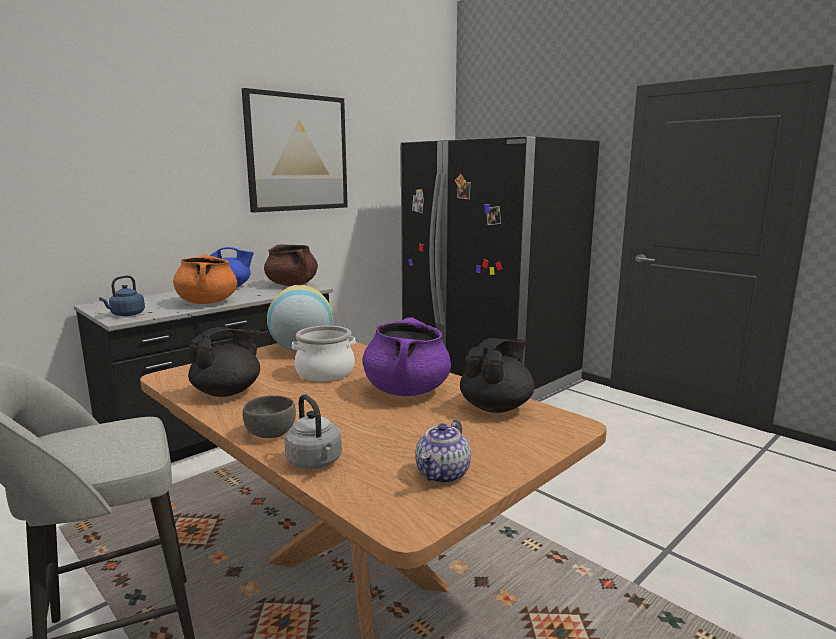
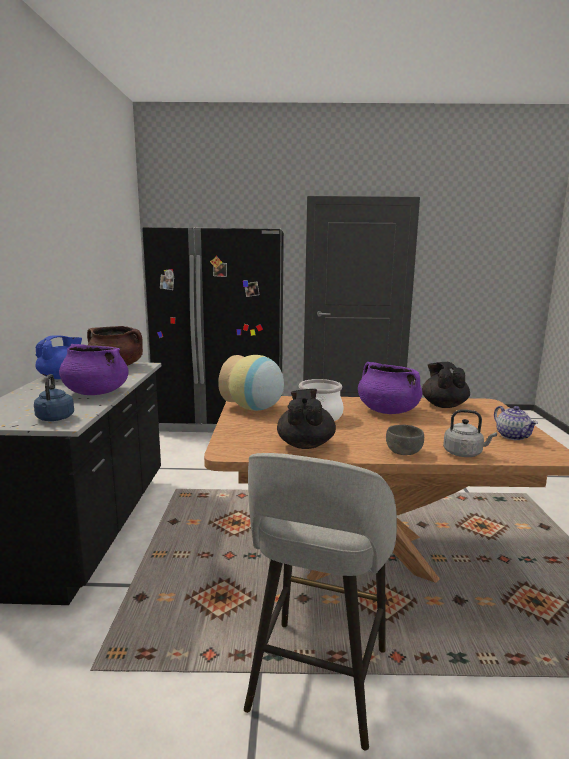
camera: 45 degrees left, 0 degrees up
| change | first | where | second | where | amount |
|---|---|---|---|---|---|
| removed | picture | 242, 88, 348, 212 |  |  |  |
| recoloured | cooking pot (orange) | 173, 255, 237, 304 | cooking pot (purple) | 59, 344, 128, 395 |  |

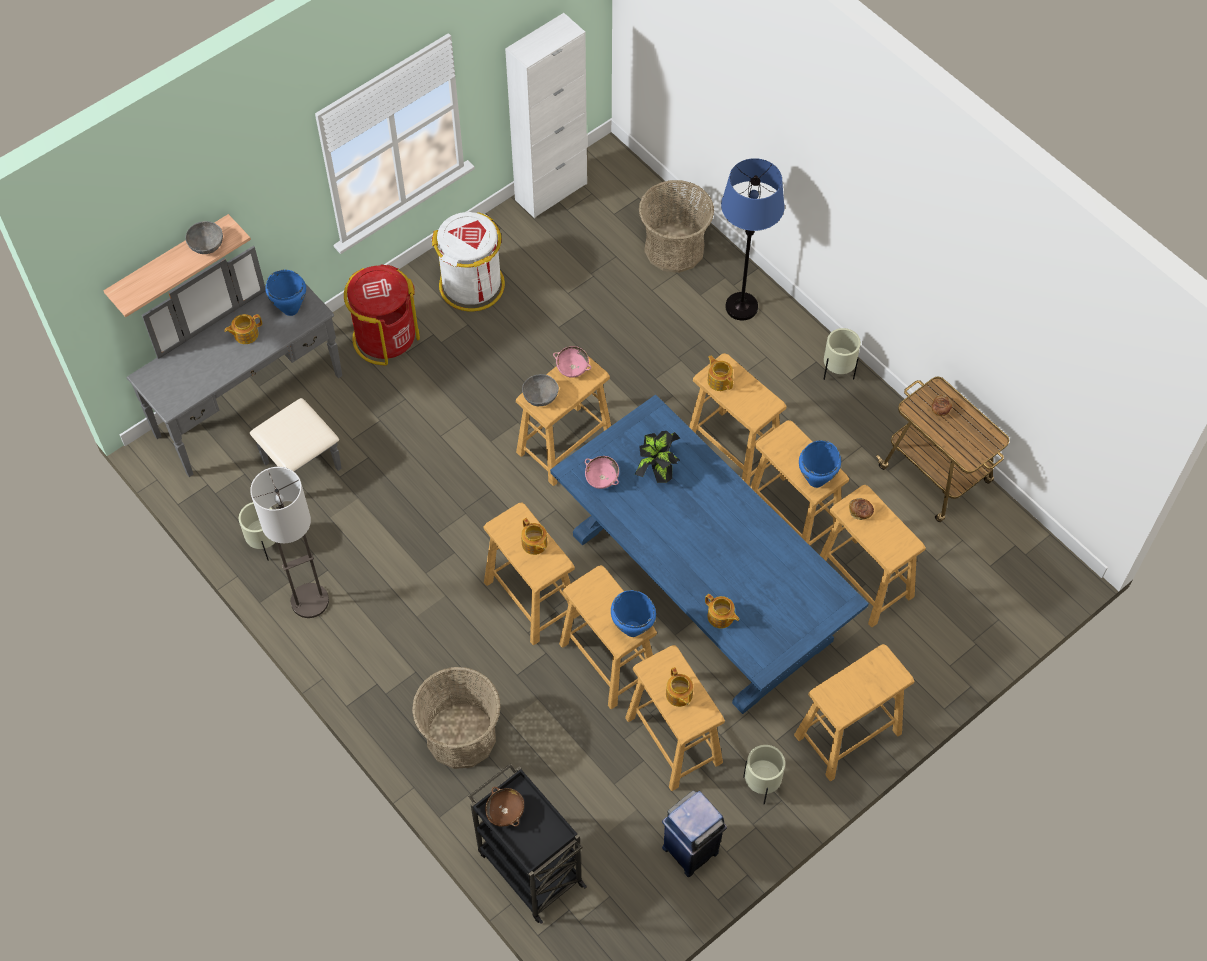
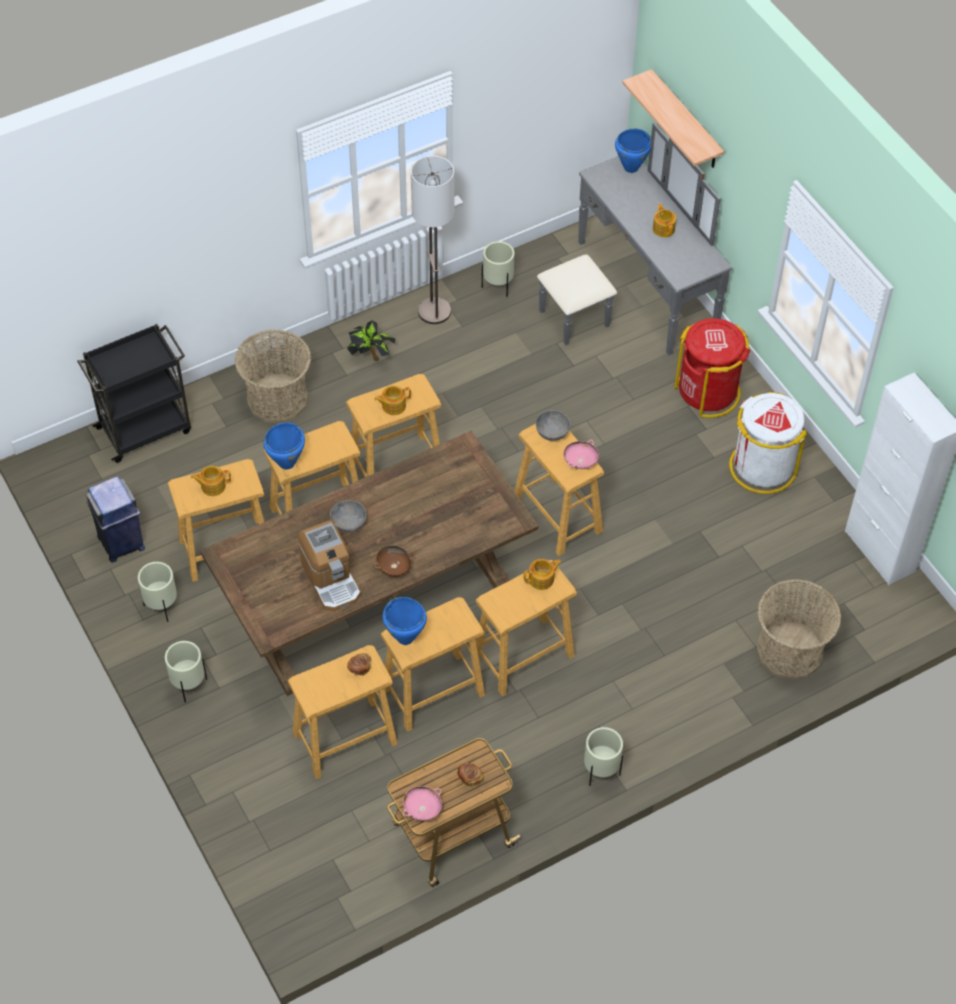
camera: 100 degrees right, 5 degrees down
| change | first | where | second | where | amount |
|---|---|---|---|---|---|
| removed | teapot | 705, 594, 739, 629 |  |  |  |
| removed | floor lamp (blue) | 721, 158, 785, 320 |  |  |  |
| added |  |  | coffee machine | 298, 520, 361, 611 |  |
| moved | bowl (grey) | 185, 221, 223, 254 |  | 330, 500, 366, 532 |  |
| moved | cooking pot (blue) | 265, 270, 306, 316 |  | 615, 129, 651, 173 |  |
| moved | bowl (brown) | 485, 787, 524, 827 |  | 373, 545, 414, 577 |  |
| moved | bowl (pink) | 585, 456, 619, 489 |  | 403, 786, 442, 821 |  |
| moved | potted plant | 635, 431, 680, 483 |  | 347, 321, 396, 361 |  |
| replaced | stool (beige) | 794, 644, 915, 781 | planter (beige) | 165, 641, 207, 703 |  |
| recoloured | dining table (blue) | 550, 395, 869, 714 | dining table (brown) | 200, 431, 538, 696 |  |

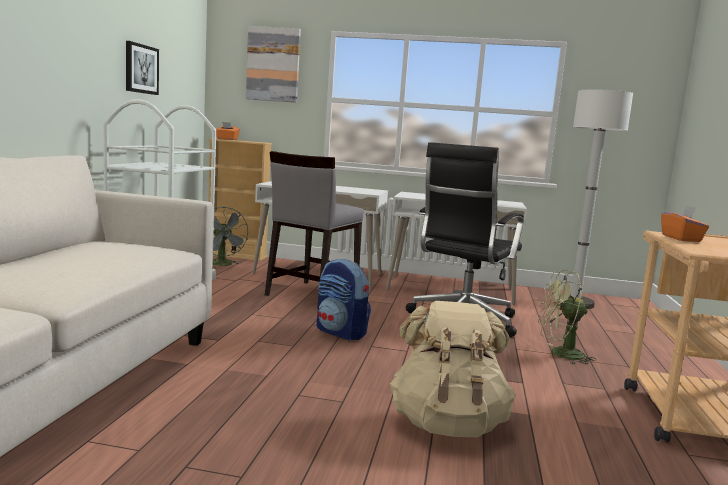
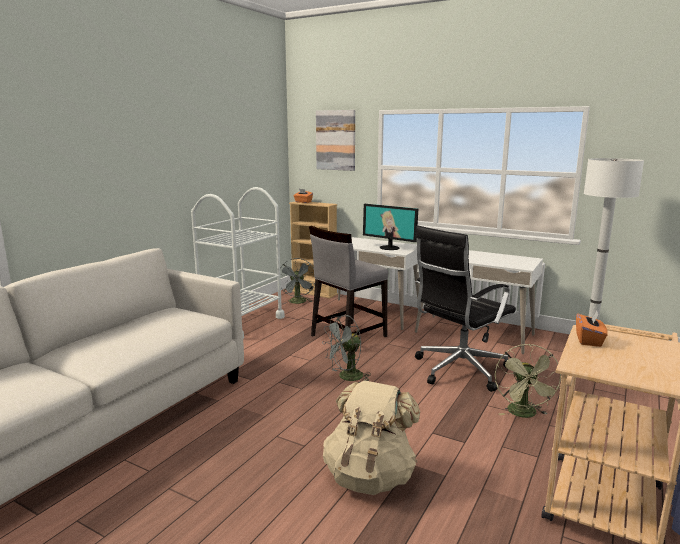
camera: 20 degrees right, 5 degrees up
| change | first | where | second | where | amount |
|---|---|---|---|---|---|
| removed | picture | 126, 41, 159, 95 |  |  |  |
| added |  |  | monitor | 363, 204, 418, 250 |  |
| replaced | backpack | 317, 259, 371, 341 | fan (grey) | 322, 315, 371, 383 |  |
| turned | fan (green) | 538, 270, 597, 365 |  | 495, 344, 561, 418 | 105 degrees counterclockwise |

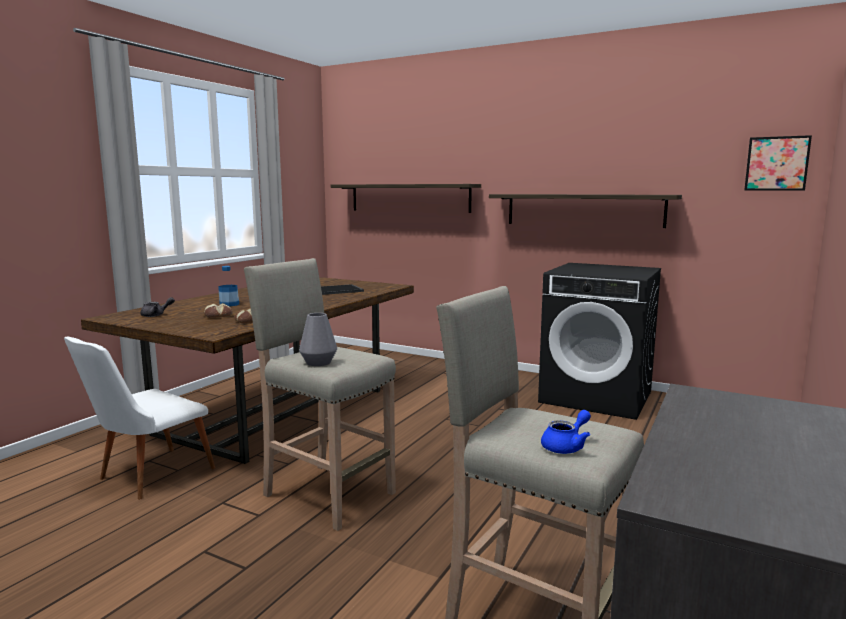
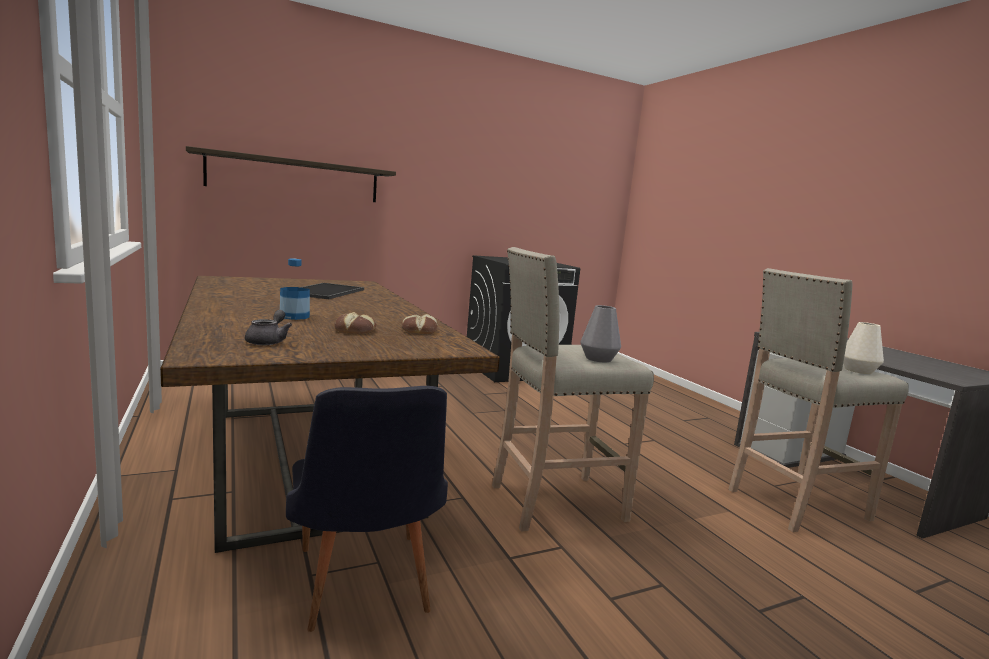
camera: 55 degrees left, 0 degrees up
| change | first | where | second | where | amount |
|---|---|---|---|---|---|
| removed | shelf | 489, 194, 682, 228 |  |  |  |
| removed | picture | 744, 135, 812, 191 |  |  |  |
| replaced | teapot (blue) | 541, 410, 591, 454 | vase (white) | 843, 322, 884, 374 |  |
| recoloured | chair (white) | 64, 337, 215, 500 | chair (black) | 286, 386, 448, 632 |  |

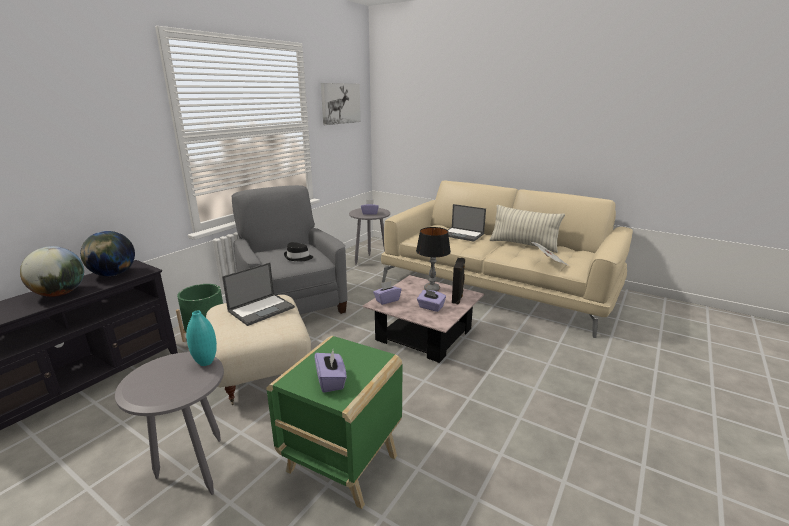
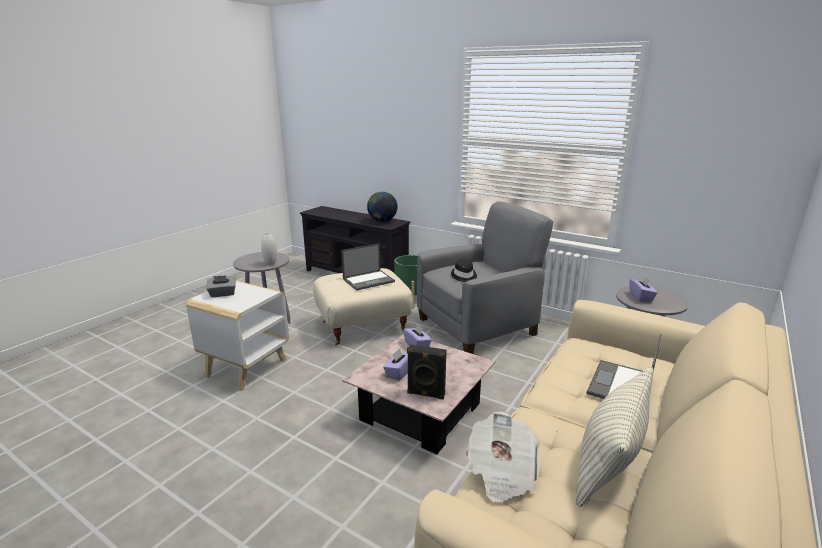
camera: 90 degrees right, 0 degrees up
| change | first | where | second | where | amount |
|---|---|---|---|---|---|
| removed | globe | 20, 246, 84, 297 |  |  |  |
| removed | picture | 321, 83, 361, 125 |  |  |  |
| removed | table lamp | 416, 227, 451, 291 |  |  |  |
| recoloured | vase (turquoise) | 186, 311, 217, 366 | vase (white) | 261, 231, 278, 265 |  |
| recoloured | side table (green) | 267, 336, 403, 509 | side table (white) | 186, 280, 289, 391 |  |
| recoloured | tissue box (purple) | 315, 350, 347, 393 | tissue box (grey) | 206, 275, 236, 297 |  |
| turned | laptop | 222, 263, 295, 326 |  | 341, 243, 395, 291 | 75 degrees counterclockwise |

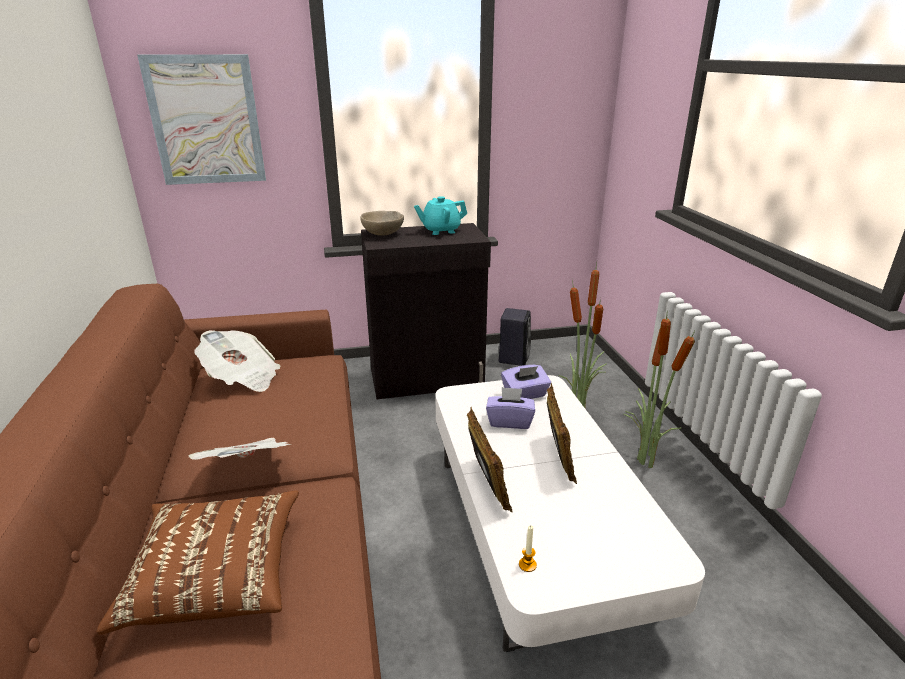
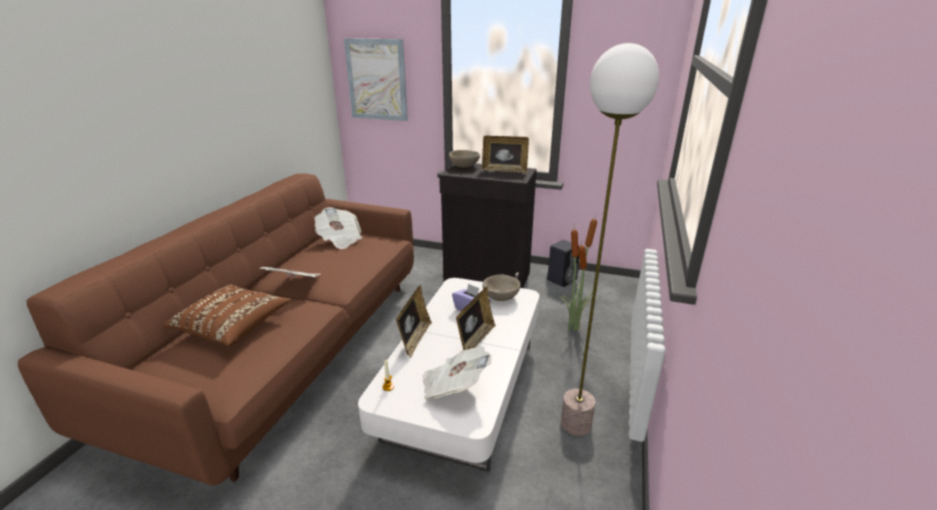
camera: 30 degrees right, 0 degrees up
| change | first | where | second | where | amount |
|---|---|---|---|---|---|
| removed | potted plant | 624, 309, 696, 468 |  |  |  |
| added |  |  | newspaper | 423, 346, 491, 399 |  |
| added |  |  | floor lamp | 561, 43, 659, 436 |  |
| replaced | teapot (turquoise) | 414, 196, 467, 235 | picture frame | 482, 136, 529, 173 |  |
| replaced | tissue box (purple) | 501, 365, 551, 399 | bowl (beige) | 482, 275, 520, 301 |  |

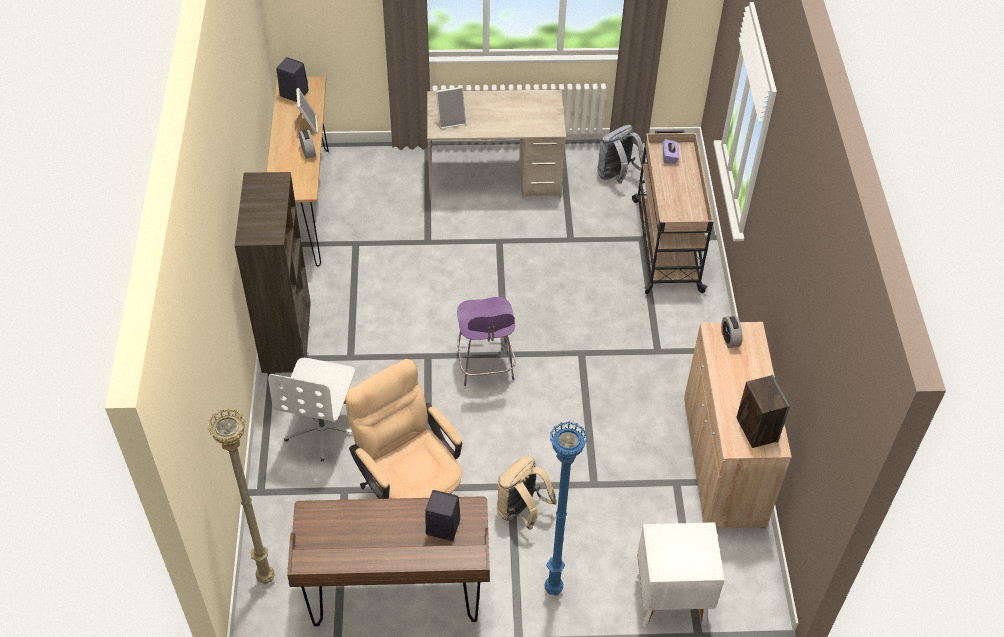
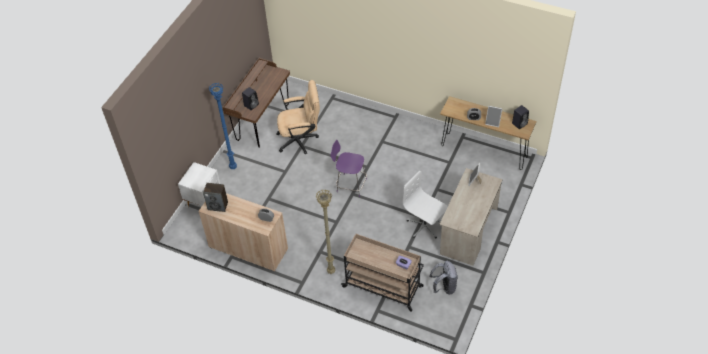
camera: 120 degrees right, 0 degrees up
| change | first | where | second | where | amount |
|---|---|---|---|---|---|
| removed | bookcase (brown) | 235, 172, 311, 377 |  |  |  |
| removed | backpack (beige) | 497, 456, 557, 530 |  |  |  |
| moved | floor lamp (beige) | 207, 408, 275, 584 |  | 316, 190, 335, 274 |  |
| moved | office chair (white) | 268, 358, 355, 461 |  | 403, 171, 448, 239 |  |

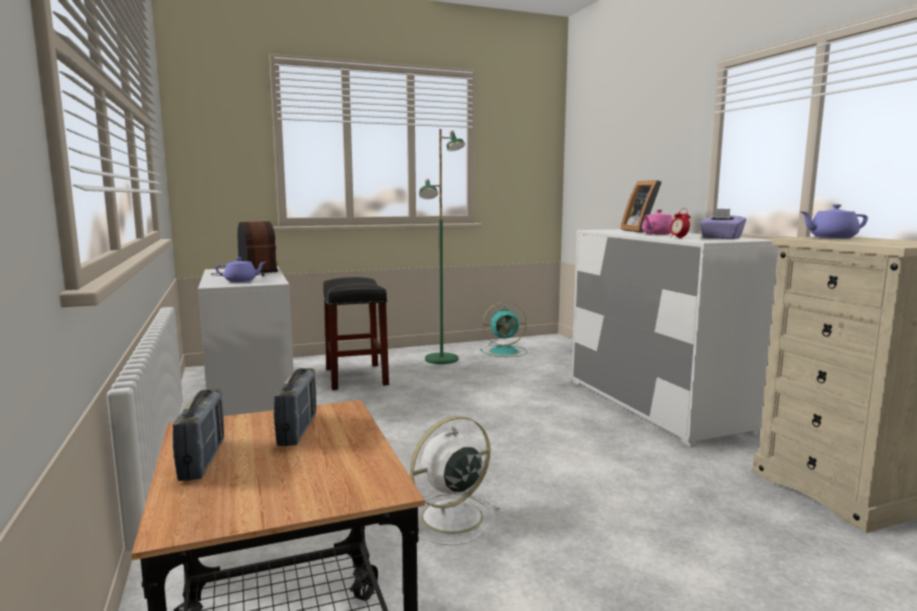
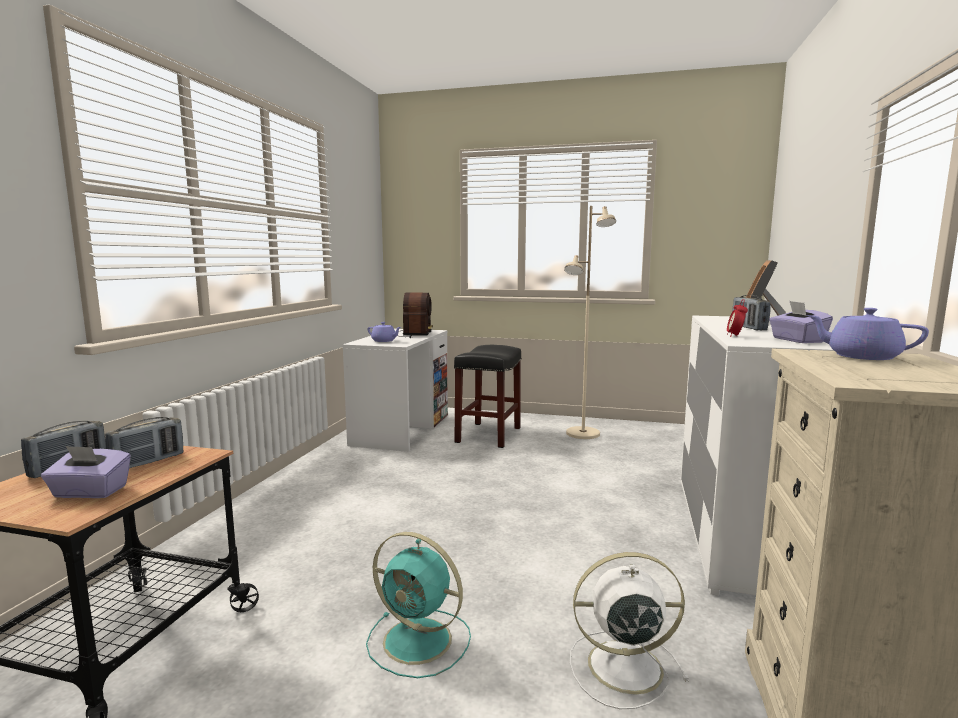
camera: 35 degrees right, 0 degrees up
| change | first | where | second | where | amount |
|---|---|---|---|---|---|
| added |  |  | tissue box (purple) | 41, 446, 131, 498 |  |
| moved | fan (white) | 410, 416, 501, 545 |  | 570, 552, 689, 709 |  |
| moved | fan (turquoise) | 480, 302, 527, 357 |  | 366, 532, 471, 678 |  |
| replaced | teapot (pink) | 642, 209, 673, 235 | radio | 732, 295, 770, 330 |  |
| recoloured | floor lamp (green) | 419, 129, 465, 364 | floor lamp (beige) | 564, 206, 616, 439 |  |

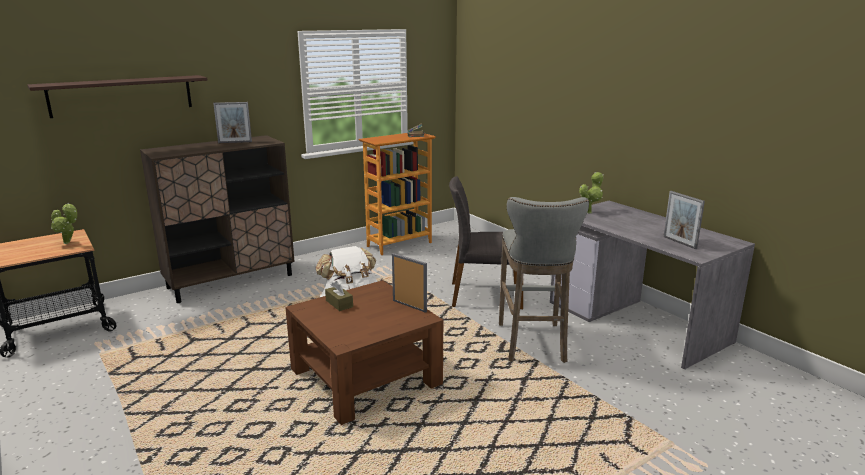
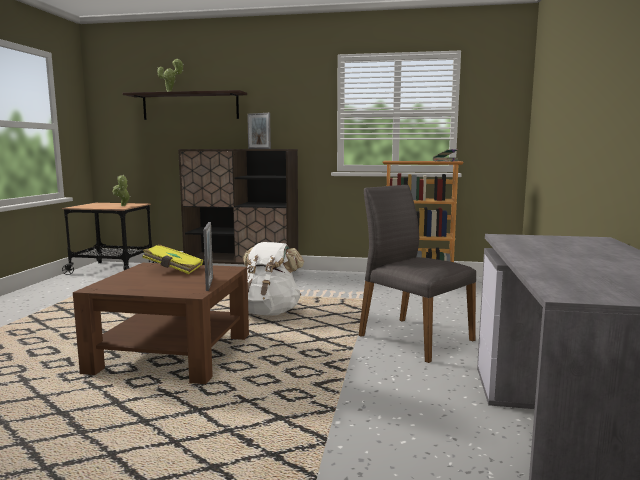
camera: 45 degrees right, 10 degrees down
| change | first | where | second | where | amount |
|---|---|---|---|---|---|
| removed | stool (grey) | 499, 197, 589, 363 |  |  |  |
| removed | picture frame | 663, 191, 705, 249 |  |  |  |
| moved | potted plant | 579, 172, 604, 213 |  | 157, 59, 184, 92 |  |
| replaced | tissue box (brown) | 325, 281, 353, 311 | book (yellow) | 142, 244, 203, 274 |  |

